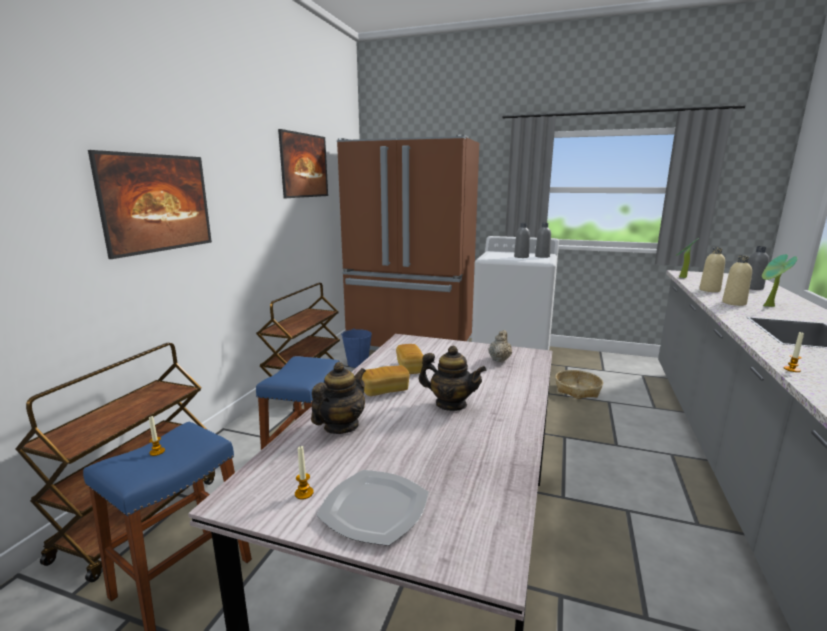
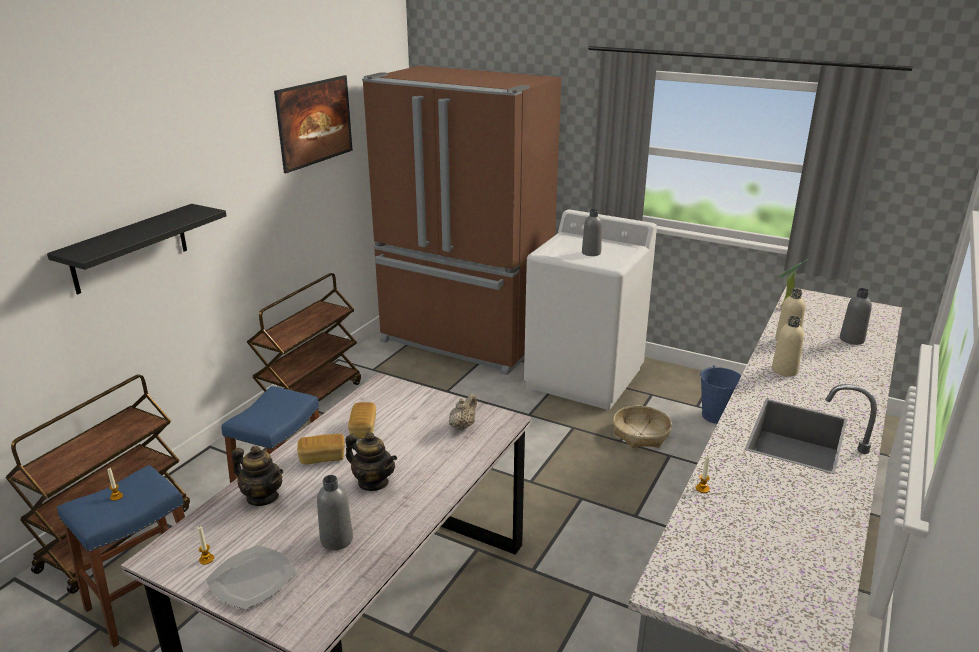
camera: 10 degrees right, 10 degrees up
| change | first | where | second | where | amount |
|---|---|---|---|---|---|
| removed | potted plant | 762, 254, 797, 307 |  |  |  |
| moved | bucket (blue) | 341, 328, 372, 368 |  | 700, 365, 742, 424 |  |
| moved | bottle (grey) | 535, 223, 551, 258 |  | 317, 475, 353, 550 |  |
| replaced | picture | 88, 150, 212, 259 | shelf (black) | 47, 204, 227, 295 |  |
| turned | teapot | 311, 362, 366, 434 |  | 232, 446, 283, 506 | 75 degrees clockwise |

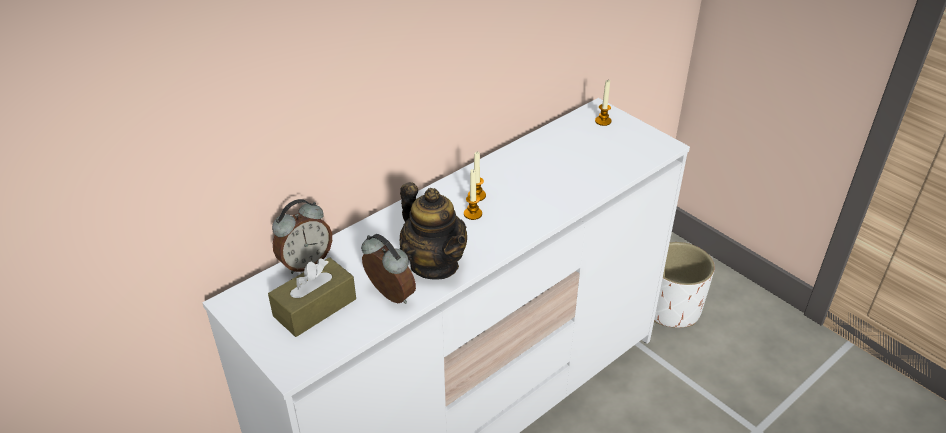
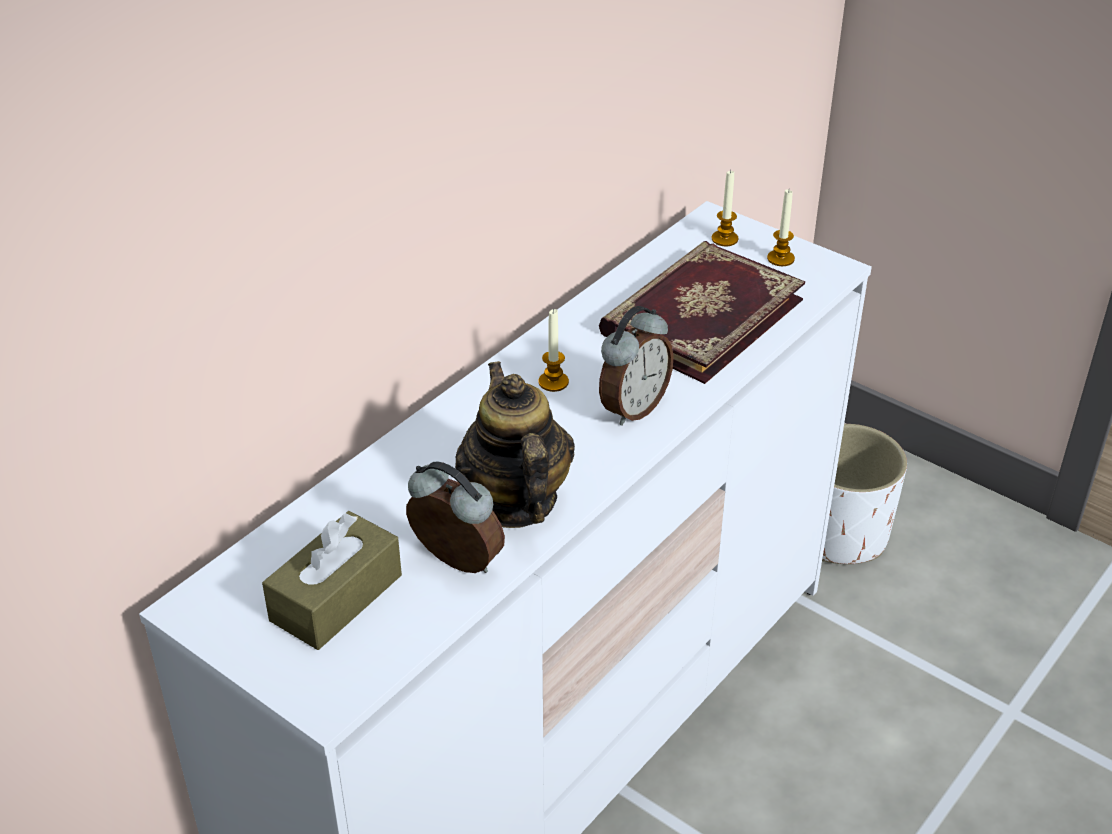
camera: 10 degrees left, 0 degrees up
| change | first | where | second | where | amount |
|---|---|---|---|---|---|
| added |  |  | book | 599, 241, 805, 384 |  |
| moved | alarm clock | 272, 199, 332, 274 |  | 599, 306, 674, 426 |  |
| moved | candle | 464, 169, 482, 220 |  | 767, 189, 795, 266 |  |
| turned | teapot | 400, 182, 467, 280 |  | 455, 361, 575, 528 | 150 degrees counterclockwise |

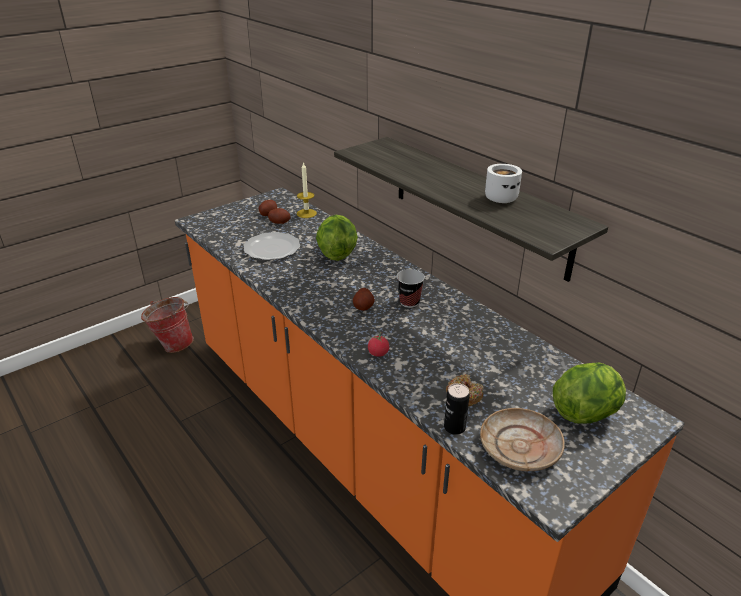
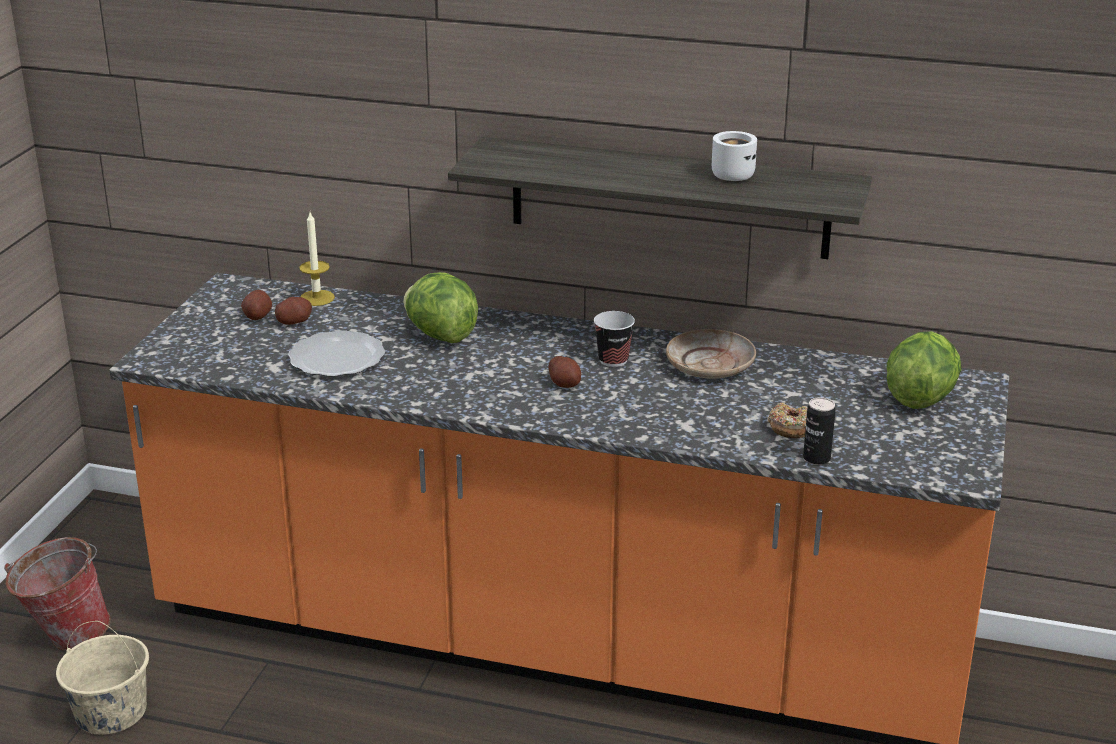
camera: 35 degrees left, 5 degrees down
| change | first | where | second | where | amount |
|---|---|---|---|---|---|
| removed | tomato | 368, 332, 389, 357 |  |  |  |
| added |  |  | bucket (beige) | 56, 621, 149, 735 |  |
| moved | plate (beige) | 480, 408, 565, 472 |  | 666, 329, 756, 378 |  |

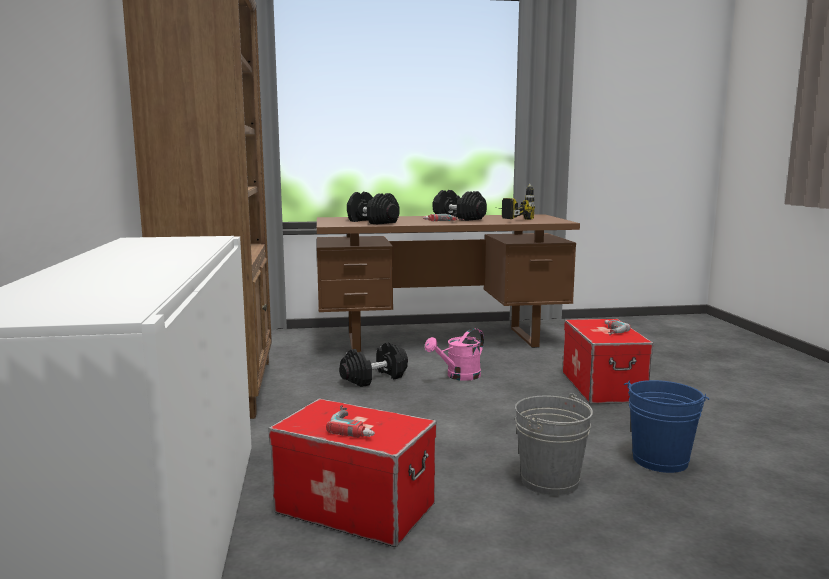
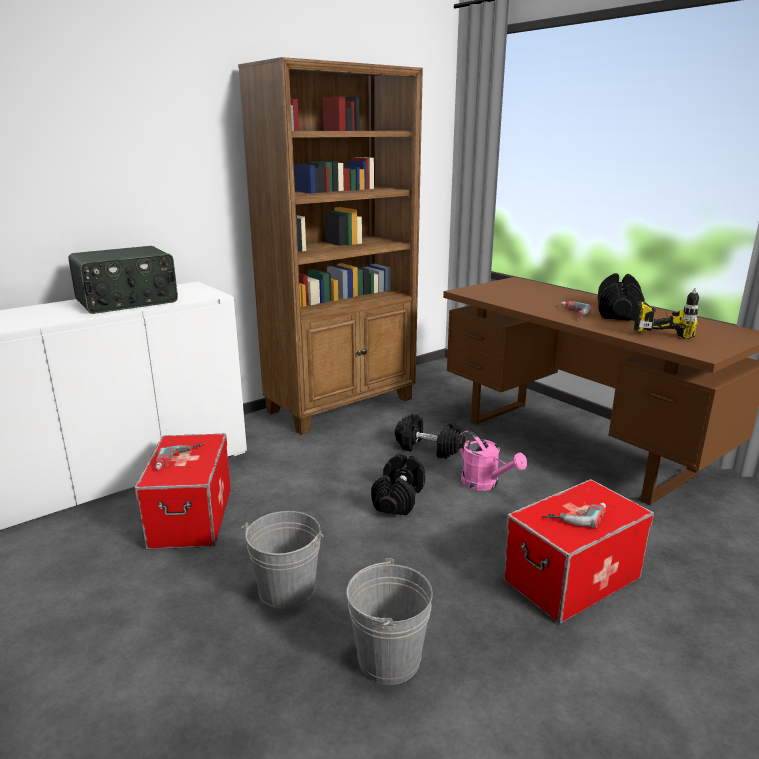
camera: 60 degrees right, 10 degrees up
| change | first | where | second | where | amount |
|---|---|---|---|---|---|
| added |  |  | radio | 68, 246, 178, 314 |  |
| moved | dumbbell (black) | 347, 192, 400, 224 |  | 371, 454, 425, 516 |  |
| recoloured | bucket (blue) | 624, 380, 709, 473 | bucket (grey) | 346, 558, 433, 685 |  |
| turned | watering can (pink) | 425, 328, 484, 381 |  | 458, 430, 527, 491 | 150 degrees counterclockwise |

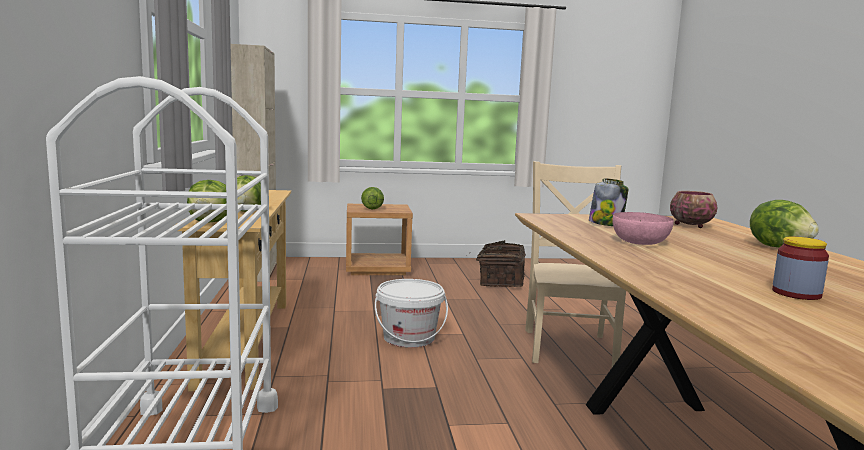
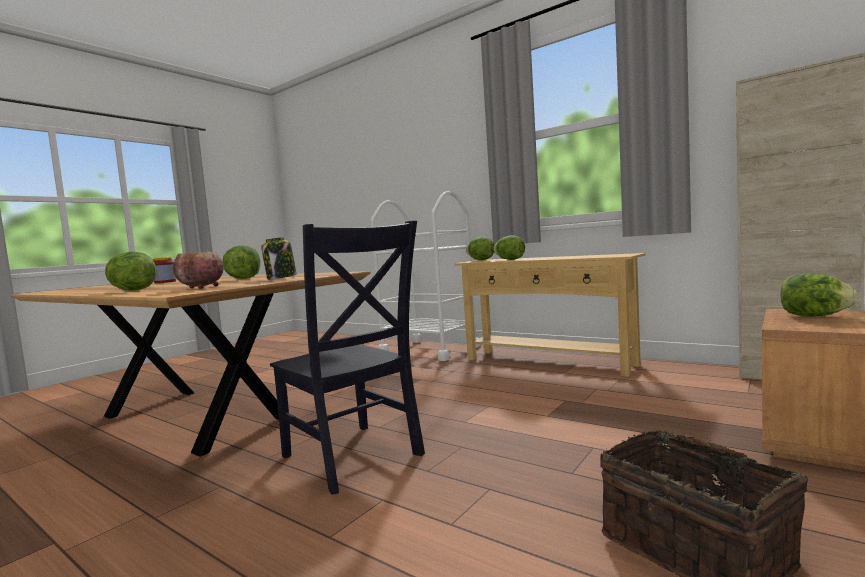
camera: 135 degrees right, 5 degrees down
| change | first | where | second | where | amount |
|---|---|---|---|---|---|
| removed | bucket (white) | 375, 279, 448, 348 |  |  |  |
| replaced | bowl (pink) | 612, 212, 674, 245 | lettuce | 222, 245, 260, 279 |  |
| recoloured | chair (beige) | 525, 161, 626, 367 | chair (black) | 270, 221, 425, 495 |  |

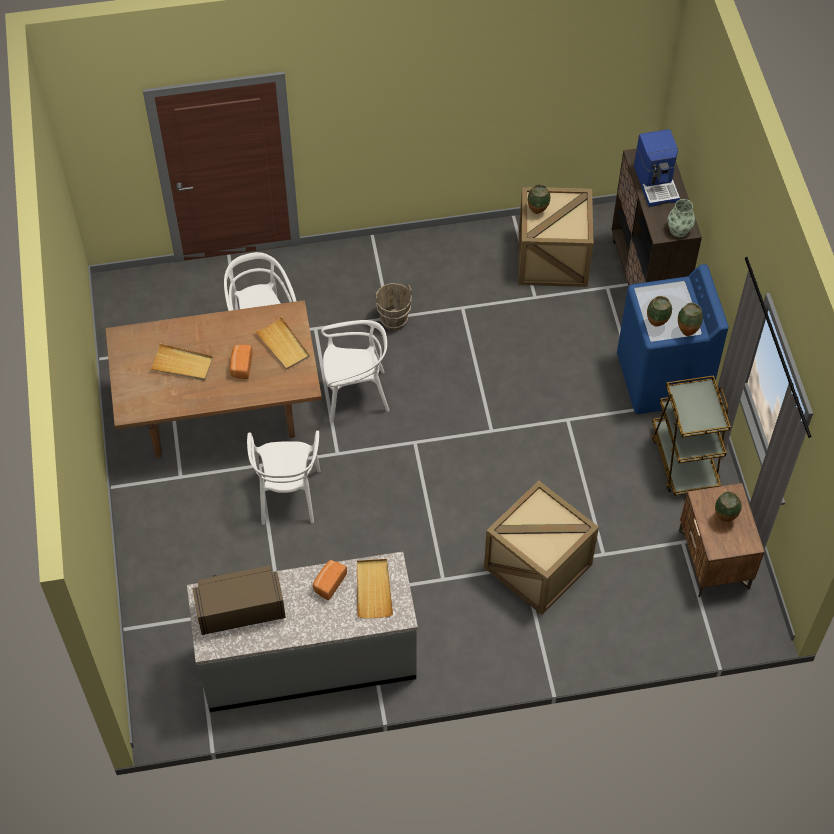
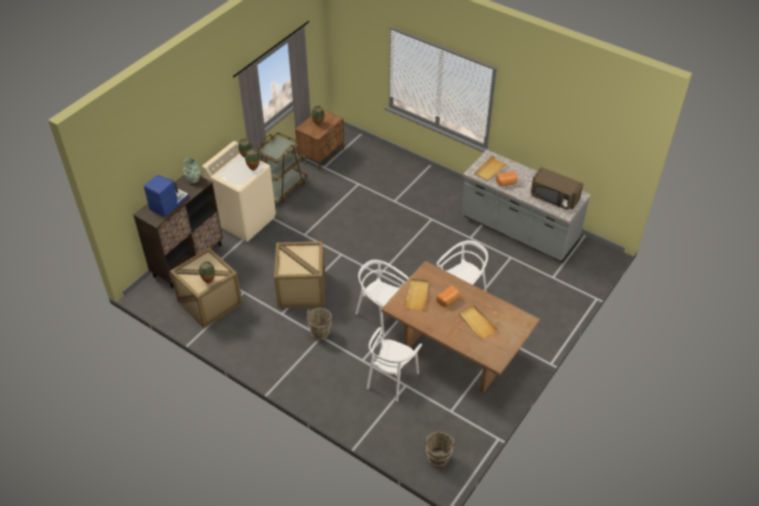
camera: 135 degrees left, 10 degrees down
| change | first | where | second | where | amount |
|---|---|---|---|---|---|
| added |  |  | bucket (brown) | 426, 432, 454, 467 |  |
| moved | crate | 484, 480, 599, 615 |  | 274, 241, 325, 308 |  |
| recoloured | washing machine (blue) | 617, 264, 729, 414 | washing machine (beige) | 202, 141, 276, 242 |  |

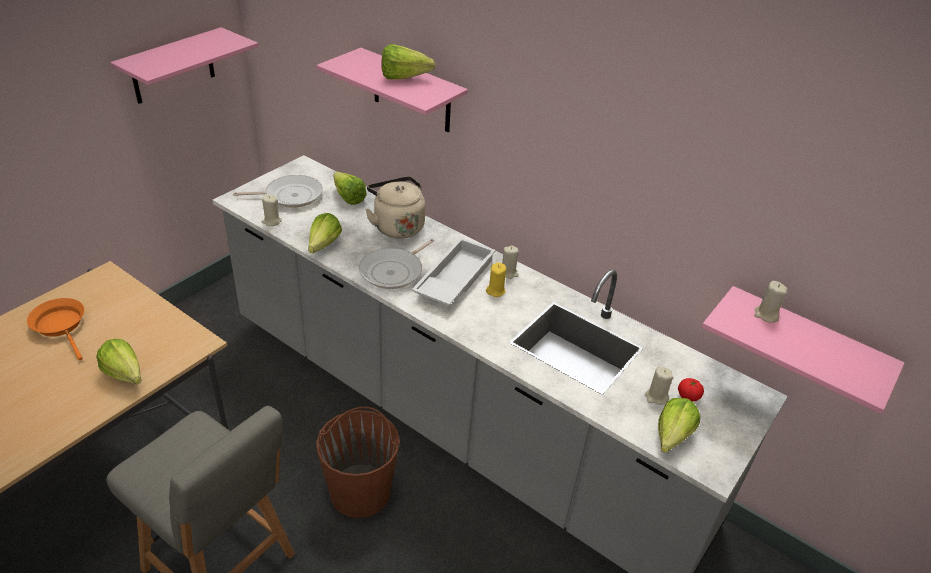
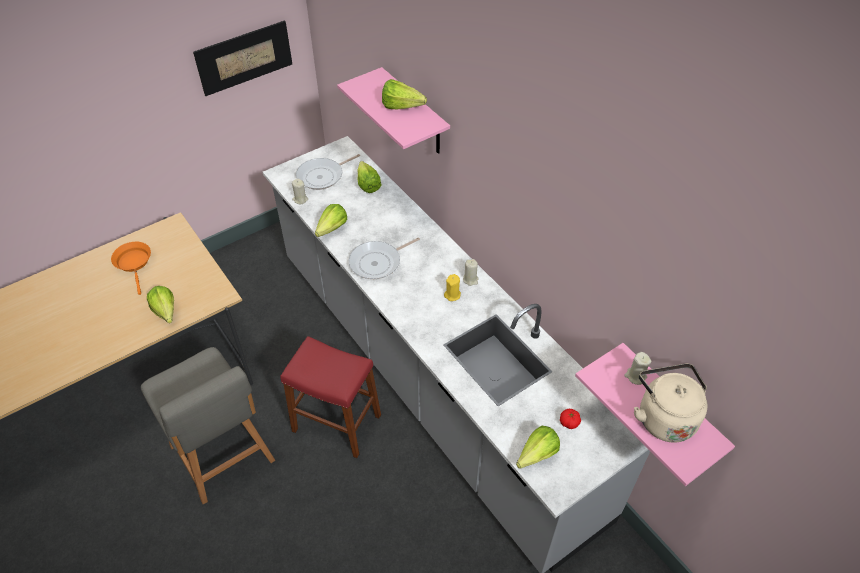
camera: 20 degrees right, 10 degrees up
| change | first | where | second | where | amount |
|---|---|---|---|---|---|
| removed | tray (white) | 412, 237, 496, 306 |  |  |  |
| removed | candle (beige) | 645, 367, 674, 405 |  |  |  |
| moved | kettle (beige) | 365, 176, 425, 238 |  | 634, 364, 707, 443 |  |
| replaced | shelf (pink) | 110, 27, 258, 104 | picture | 193, 20, 292, 96 |  |
| replaced | bucket (brown) | 316, 407, 400, 518 | stool (red) | 280, 336, 381, 458 |  |
| turned | frying pan | 233, 175, 323, 208 |  | 296, 154, 360, 190 | 135 degrees clockwise |

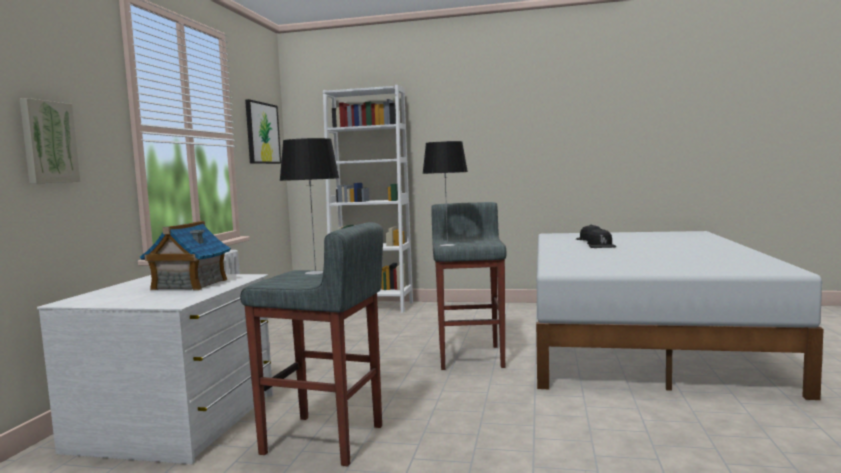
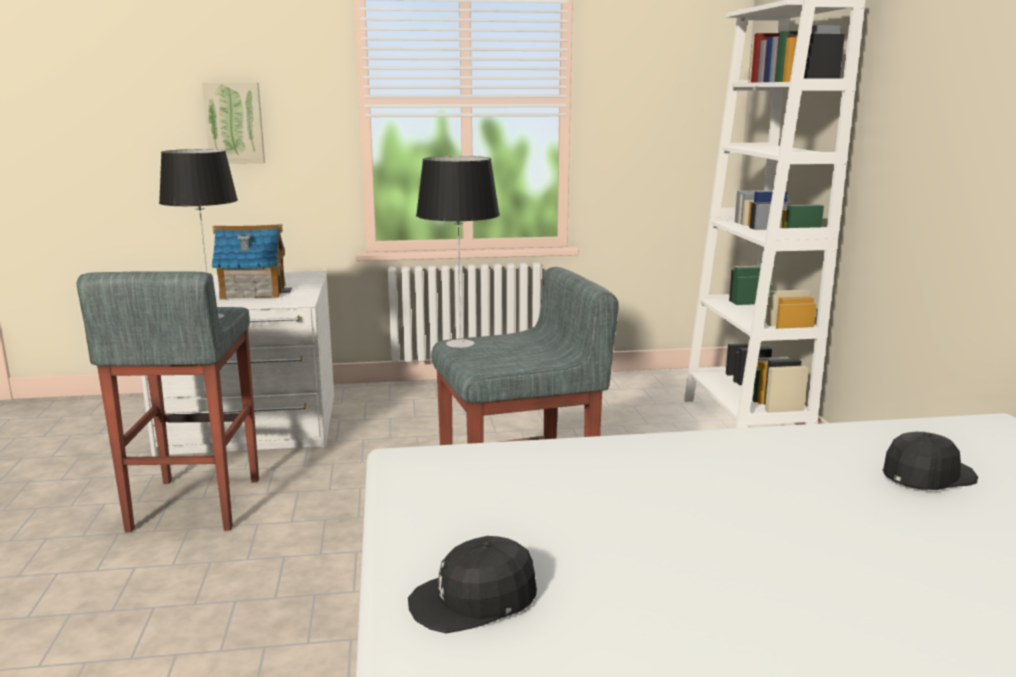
camera: 70 degrees right, 10 degrees up
| change | first | where | second | where | amount |
|---|---|---|---|---|---|
| removed | picture | 245, 99, 281, 164 |  |  |  |
| moved | cap (black) | 587, 229, 616, 248 |  | 408, 536, 537, 633 |  |

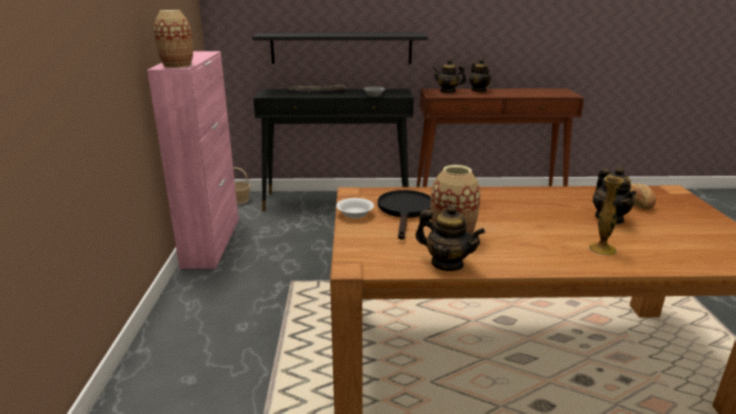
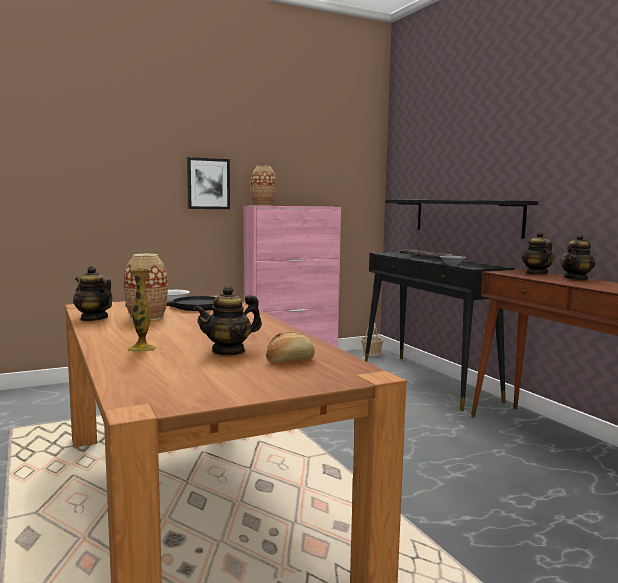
camera: 65 degrees right, 15 degrees down
| change | first | where | second | where | amount |
|---|---|---|---|---|---|
| added |  |  | picture | 187, 157, 230, 209 |  |
| turned | teapot | 415, 204, 485, 271 |  | 73, 266, 113, 321 | 120 degrees clockwise |

